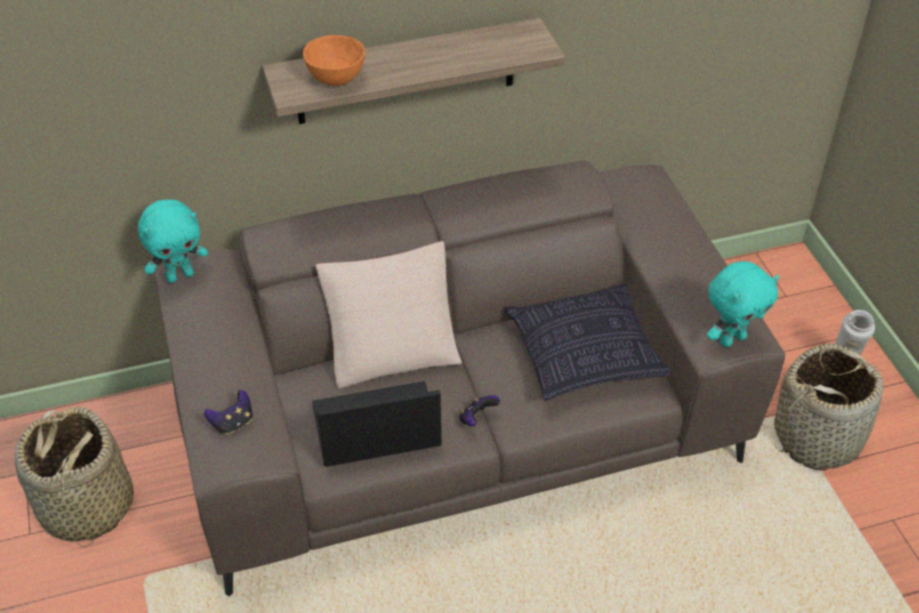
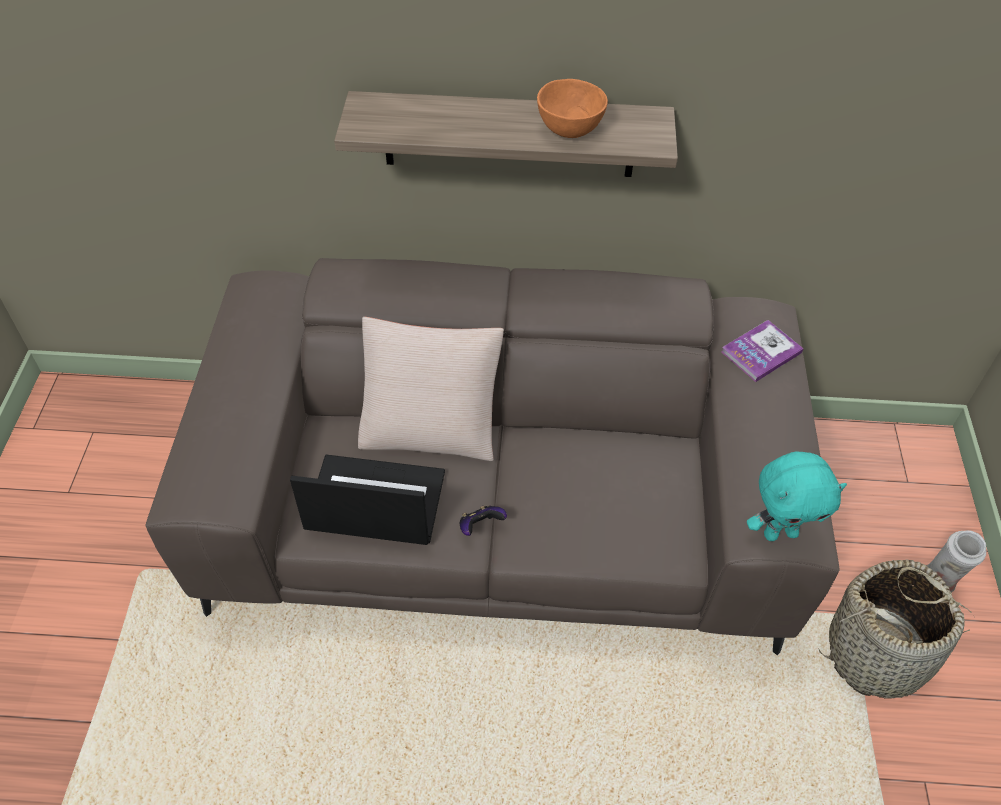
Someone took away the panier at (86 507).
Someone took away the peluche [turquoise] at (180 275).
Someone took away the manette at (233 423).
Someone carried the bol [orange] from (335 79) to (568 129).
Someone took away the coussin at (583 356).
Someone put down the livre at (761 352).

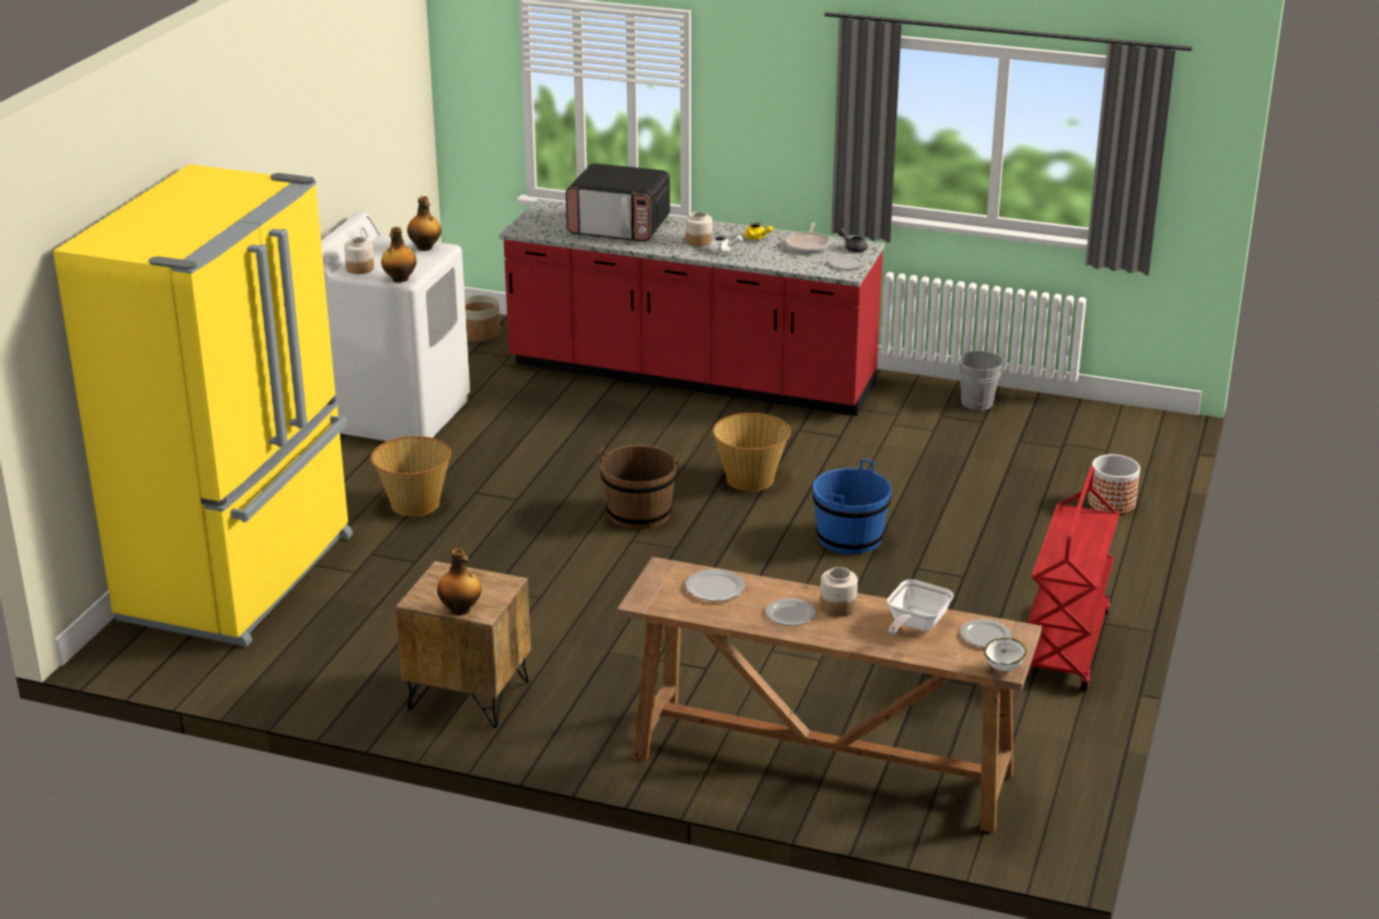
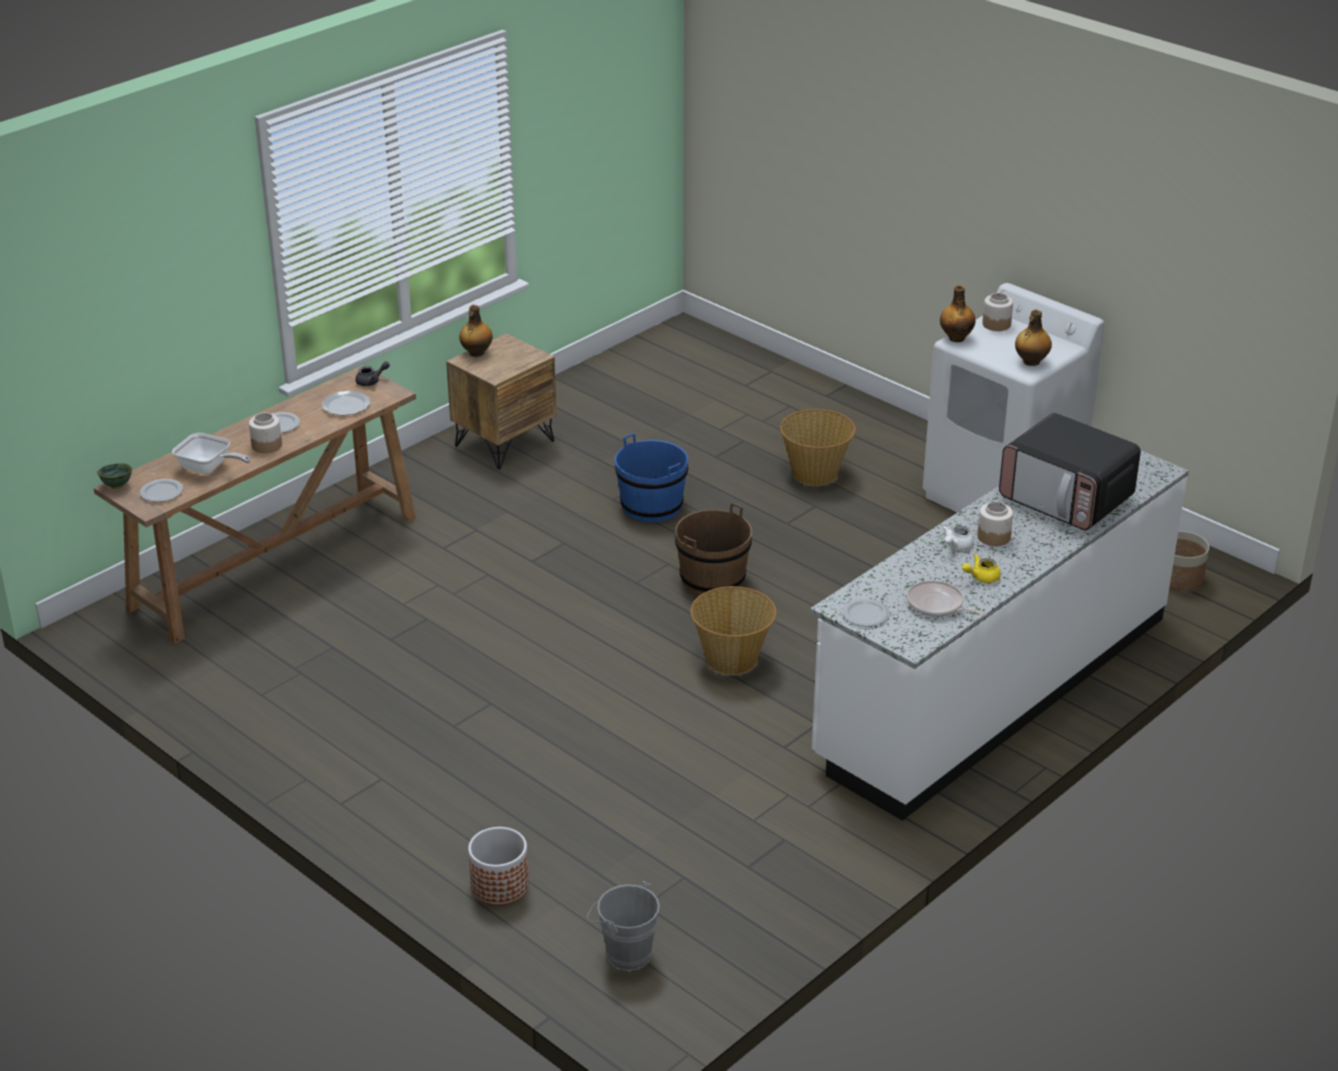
Someone took away the réfrigérateur [jaune] at (242 577).
Someone repainted the comptoir de cuisine [rouge] at (691 377), which became the comptoir de cuisine [blanc] at (992 688).
Someone rotated the micro-ondes at (619 227) by 90 degrees counterclockwise.
Someone carried the seau [bleu] from (850 538) to (651 506).
Someone carried the théière [gris] from (853 248) to (371 381).
Someone rotated the poêle at (915 625) by 150 degrees clockwise.
Someone carried the seau [gris] from (977 404) to (624 952).
Someone repainted the bol [blanc] at (1004 669), which became the bol [vert] at (116 486).
Someone took away the chariot [rouge] at (1066 647).

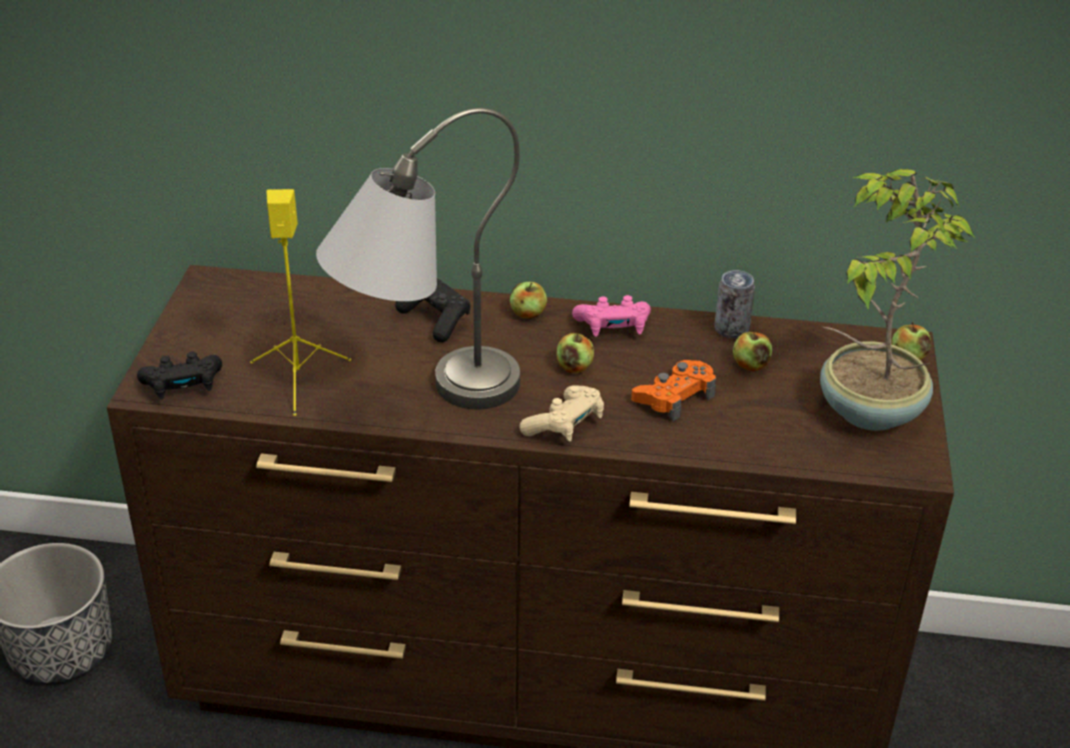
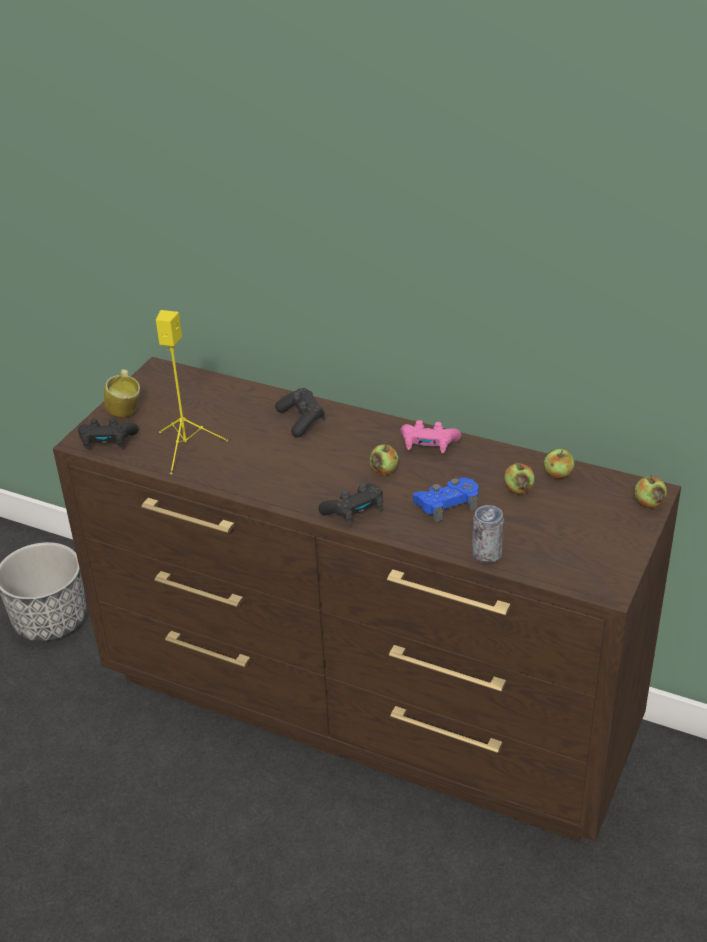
Someone took away the lampe de table [gris] at (422 396).
Someone carried the pomme from (527 314) to (558 474).
Someone repainted the manette [beige] at (565 425), which became the manette [noir] at (355 511).
Someone repainted the manette [orange] at (674 396), which became the manette [bleu] at (447 504).
Someone carried the boîte métallique from (731 329) to (487 554).
Someone took away the plante en pot at (867 410).
Someone put down the mug at (126 409).

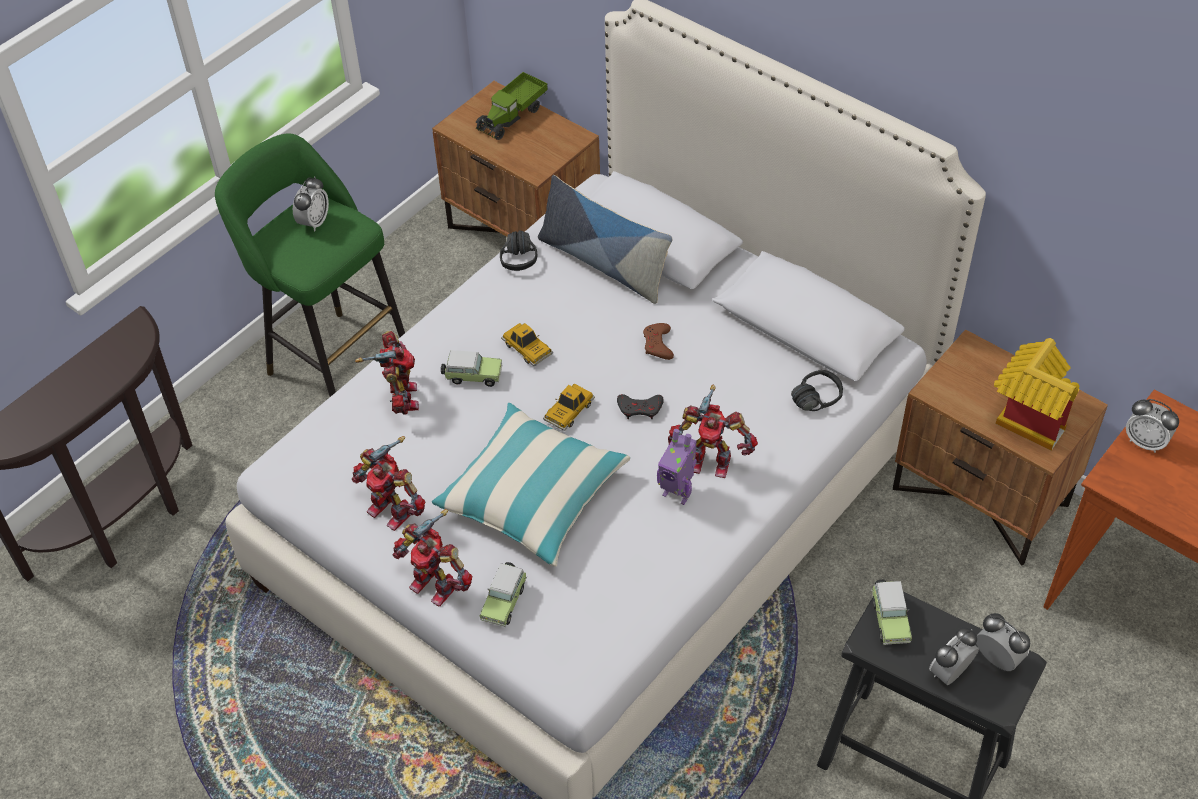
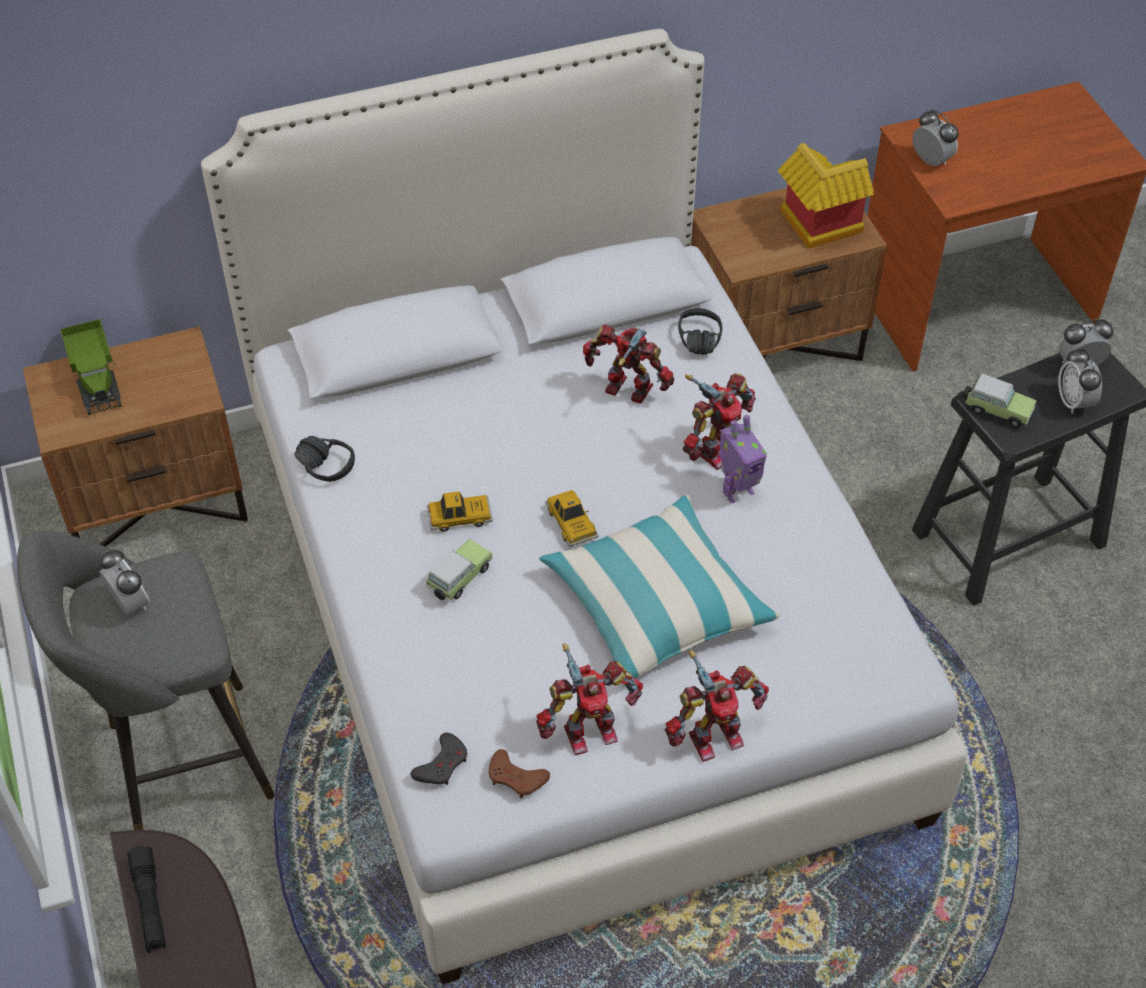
Someone repainted the tabouret [vert] at (333 361), which became the tabouret [gris] at (179 763).
Someone carried the robot jouet from (400 398) to (627 391).
Someone took away the petite voiture at (504 601).
Someone took away the coussin at (604 263).
Someone carried the manette [gris] from (640 408) to (442 764).
Someone carried the manette [marron] from (658 344) to (516 777).
Someone rotated the réveil at (1145 442) by 105 degrees counterclockwise.
Someone put down the lampe de poche [noir] at (150 904).

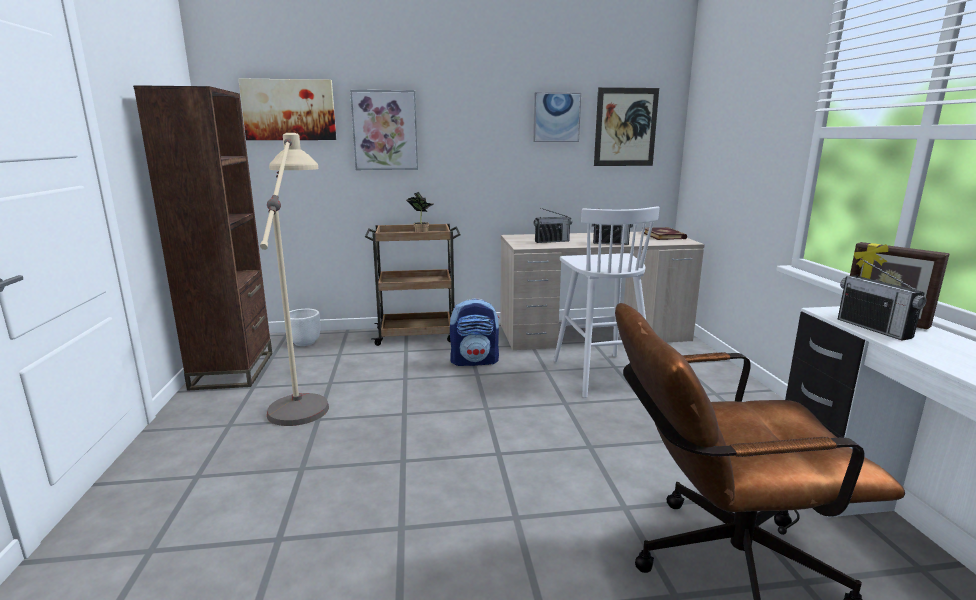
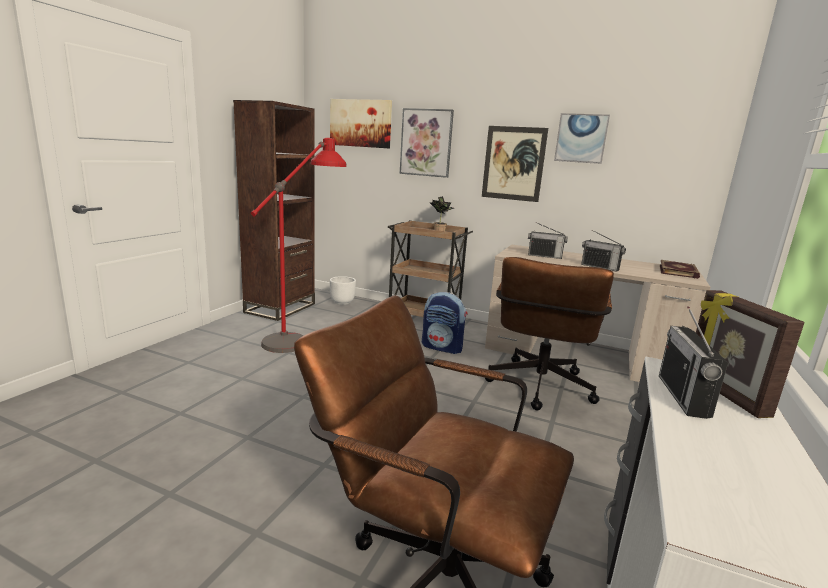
Someone repainted the lampadaire [beige] at (305 392), which became the lampadaire [rouge] at (303 333).
Someone swapped the tabouret [blanc] at (600 374) for the chaise de bureau [marron] at (538 389).
Someone carried the tableau from (625 127) to (513 163).

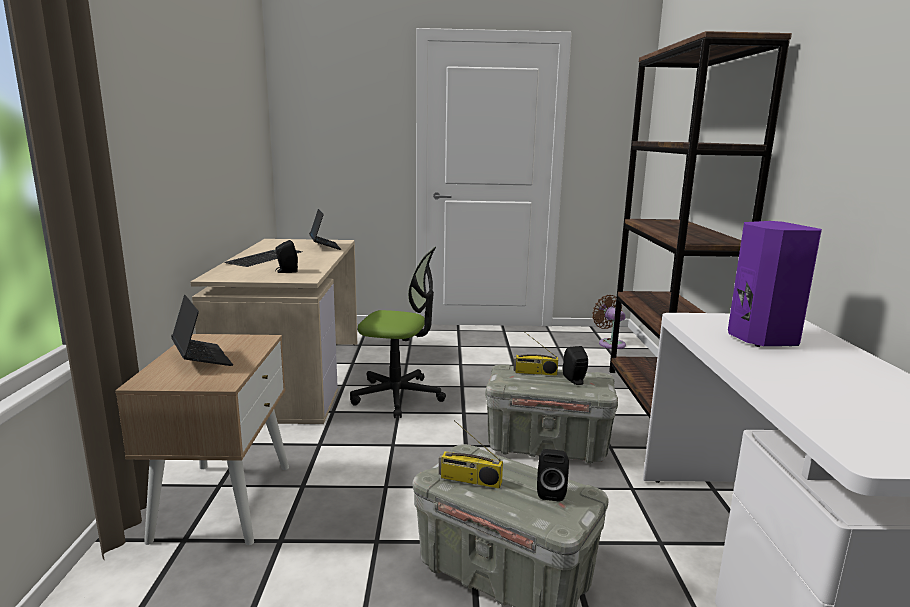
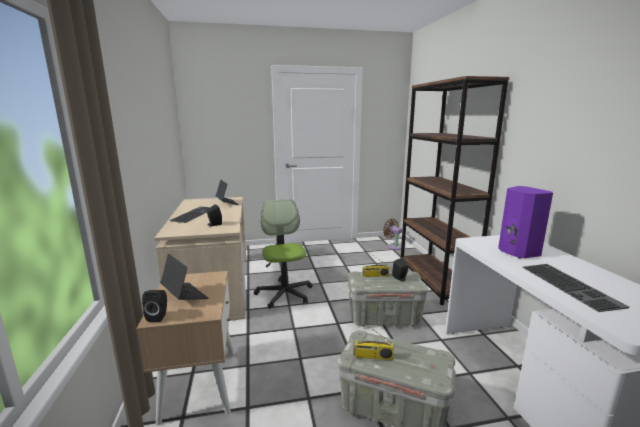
Someone rotated the chaise de bureau at (398 396) by 105 degrees counterclockwise.
Someone carried the enceinte [noir] from (551 492) to (158 316).
Someone put down the clavier at (571 286).

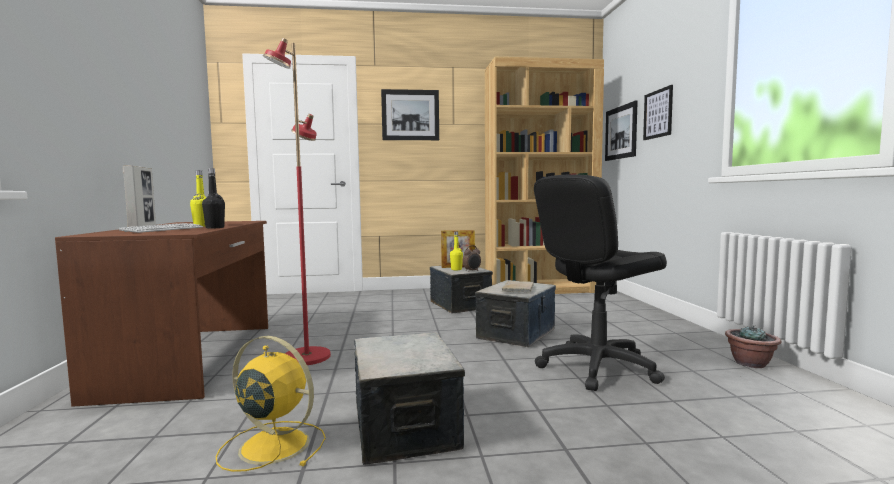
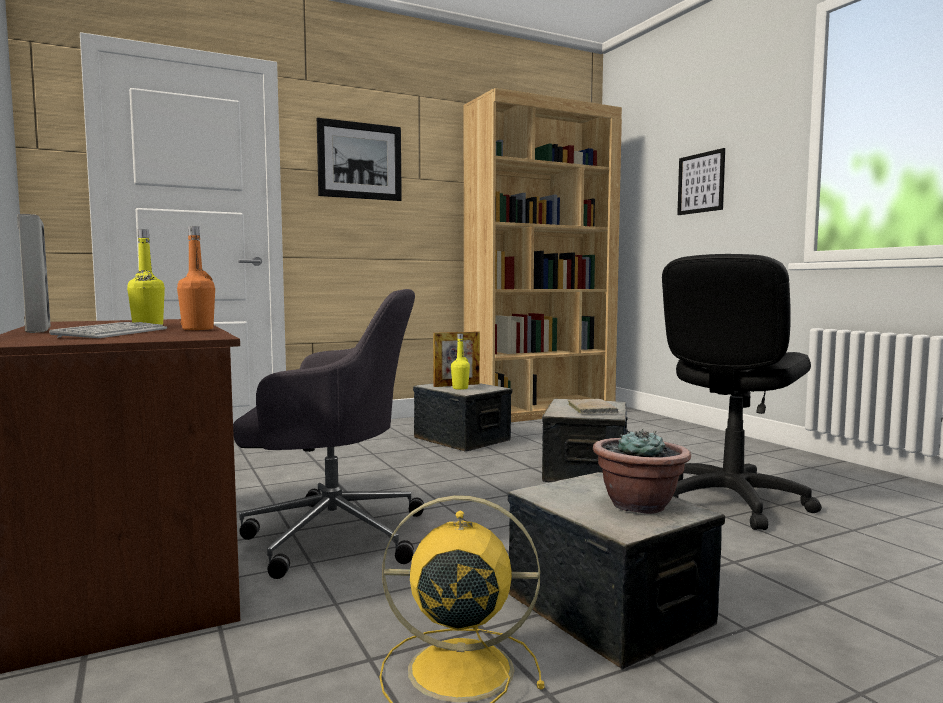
Someone repainted the bouteille [noir] at (215 228), which became the bouteille [orange] at (198 329).
Someone swapped the lampadaire [rouge] at (305 357) for the chaise de bureau [gris] at (330 535).
Someone took away the réveil at (472 271).
Someone took away the tableau at (621 132).
Someone carried the plante en pot from (750 363) to (639 505).

